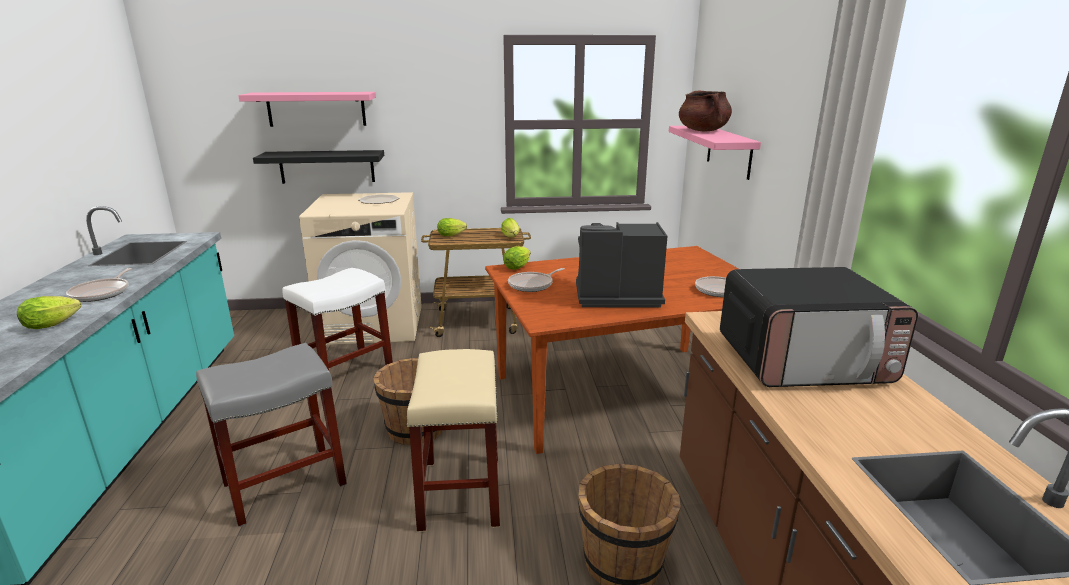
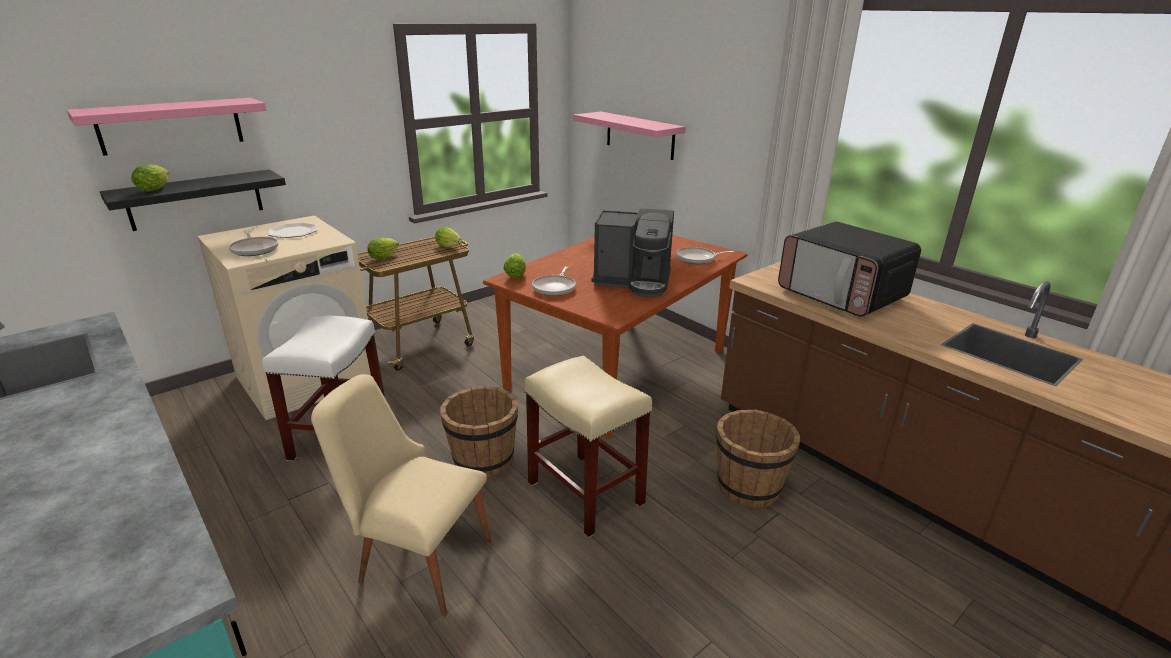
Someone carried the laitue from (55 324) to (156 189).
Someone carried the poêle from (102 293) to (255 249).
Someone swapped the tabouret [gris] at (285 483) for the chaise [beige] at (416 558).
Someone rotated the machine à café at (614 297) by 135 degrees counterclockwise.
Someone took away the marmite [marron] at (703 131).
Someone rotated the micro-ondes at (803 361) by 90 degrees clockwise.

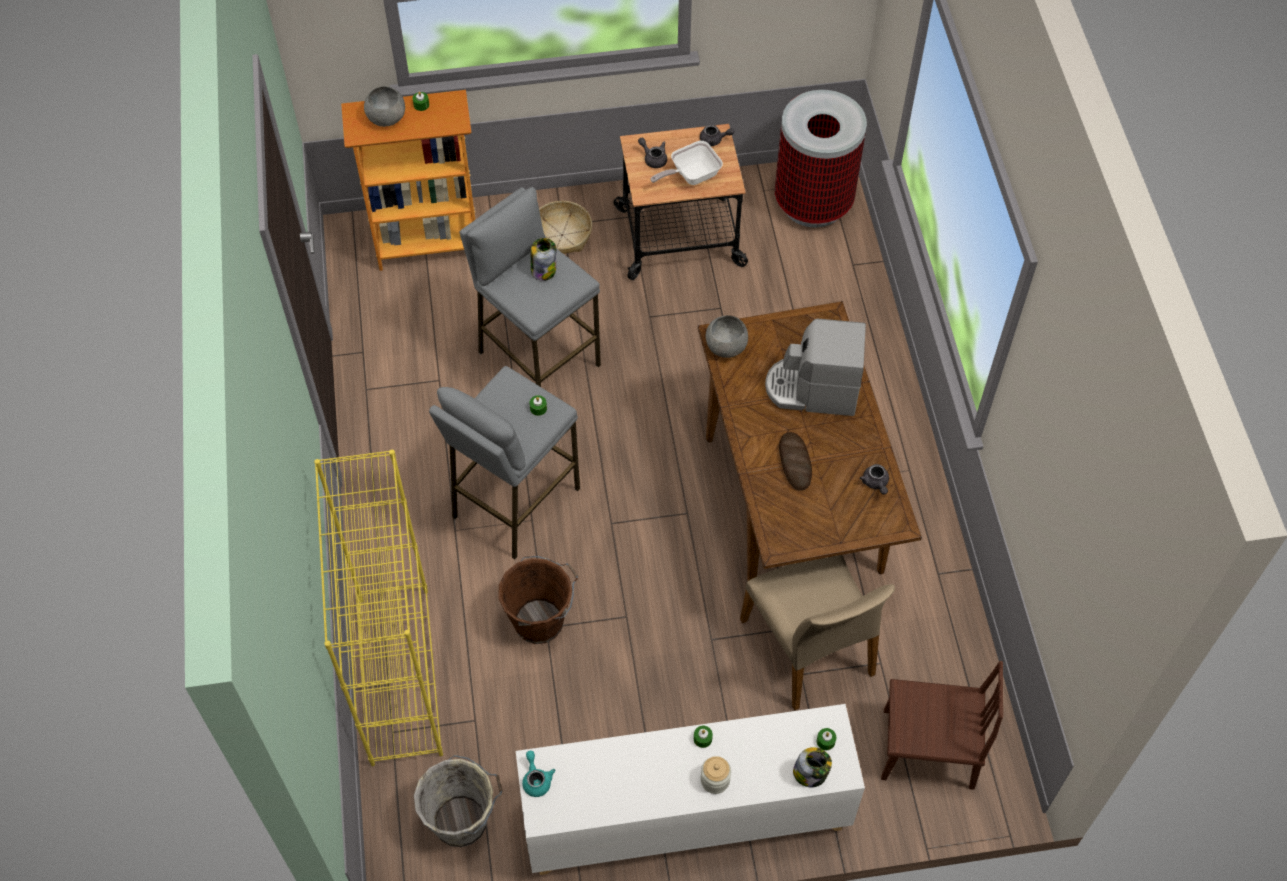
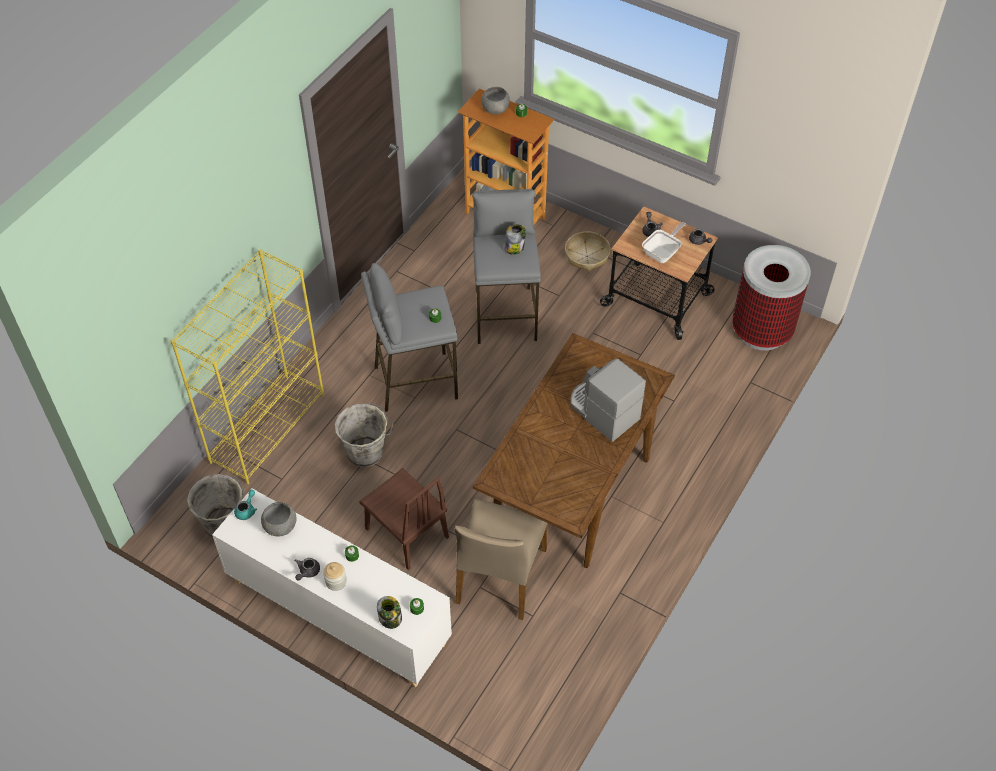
Someone repainted the seau [marron] at (541 620), which became the seau [gris] at (366 453).
Someone rotated the poêle at (691 176) by 120 degrees clockwise.
Someone carried the bol [gris] from (726 346) to (281 526).
Someone took away the pain at (795 463).
Someone carried the théière [gris] from (875 483) to (307 572).
Someone carried the chaise [marron] from (928 749) to (406 533).

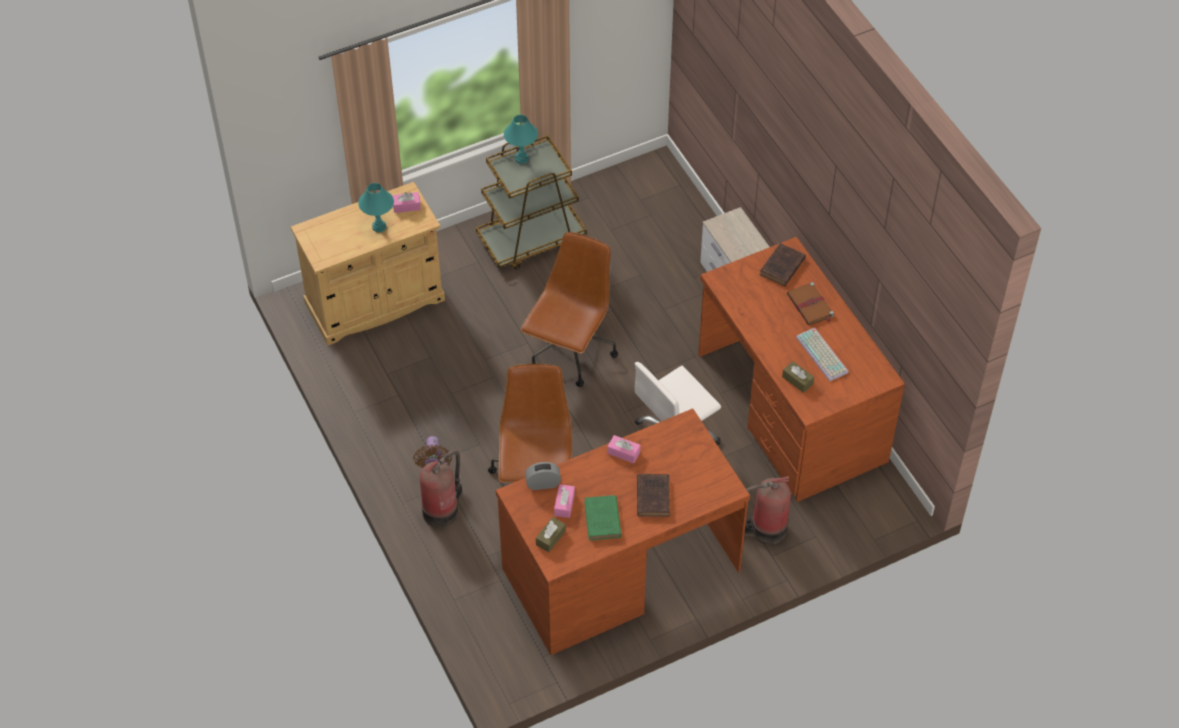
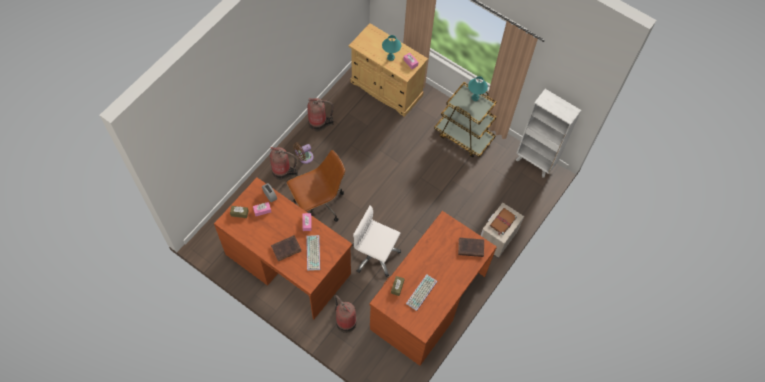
Someone took away the chaise de bureau [marron] at (570 352).
Someone took away the livre [vert] at (602 521).
Someone carried the livre [marron] from (810 306) to (502 222).
Someone put down the clavier at (314 253).
Someone put down the extincteur at (319 123).
Someone put down the bibliothèque [blanc] at (535 162).

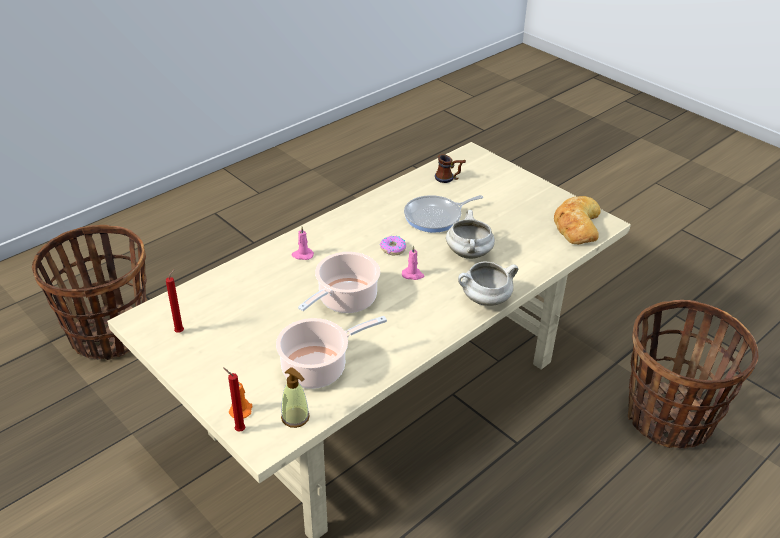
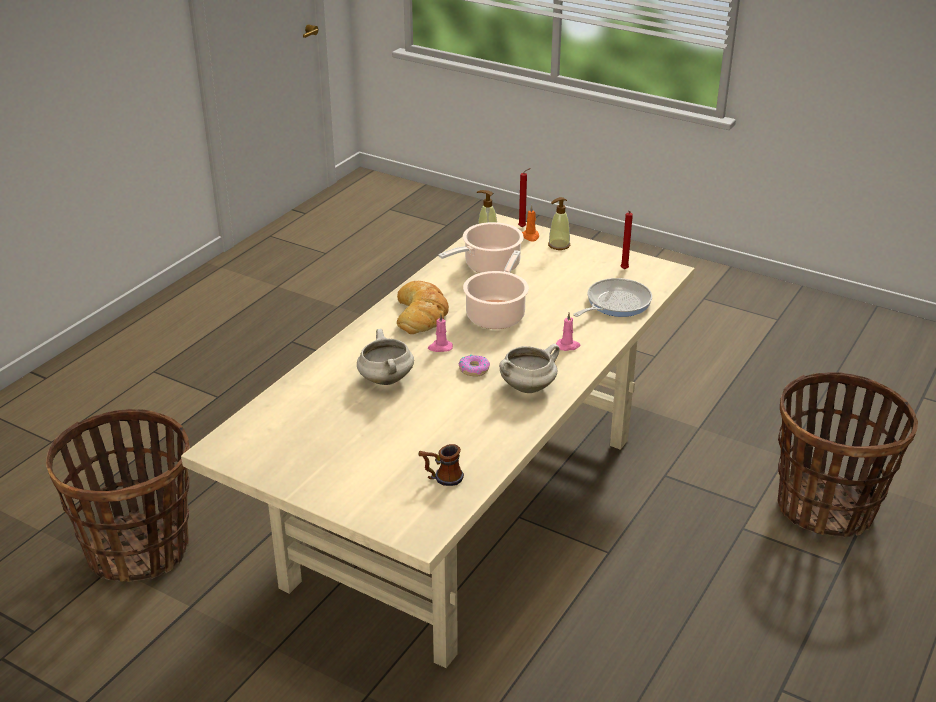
Someone carried the poêle from (436 217) to (615 303).
Someone carried the marmite [blanc] from (485 300) to (528 387).
Someone carried the pain from (576 225) to (422 313).
Someone put down the distributeur de savon at (558 245).

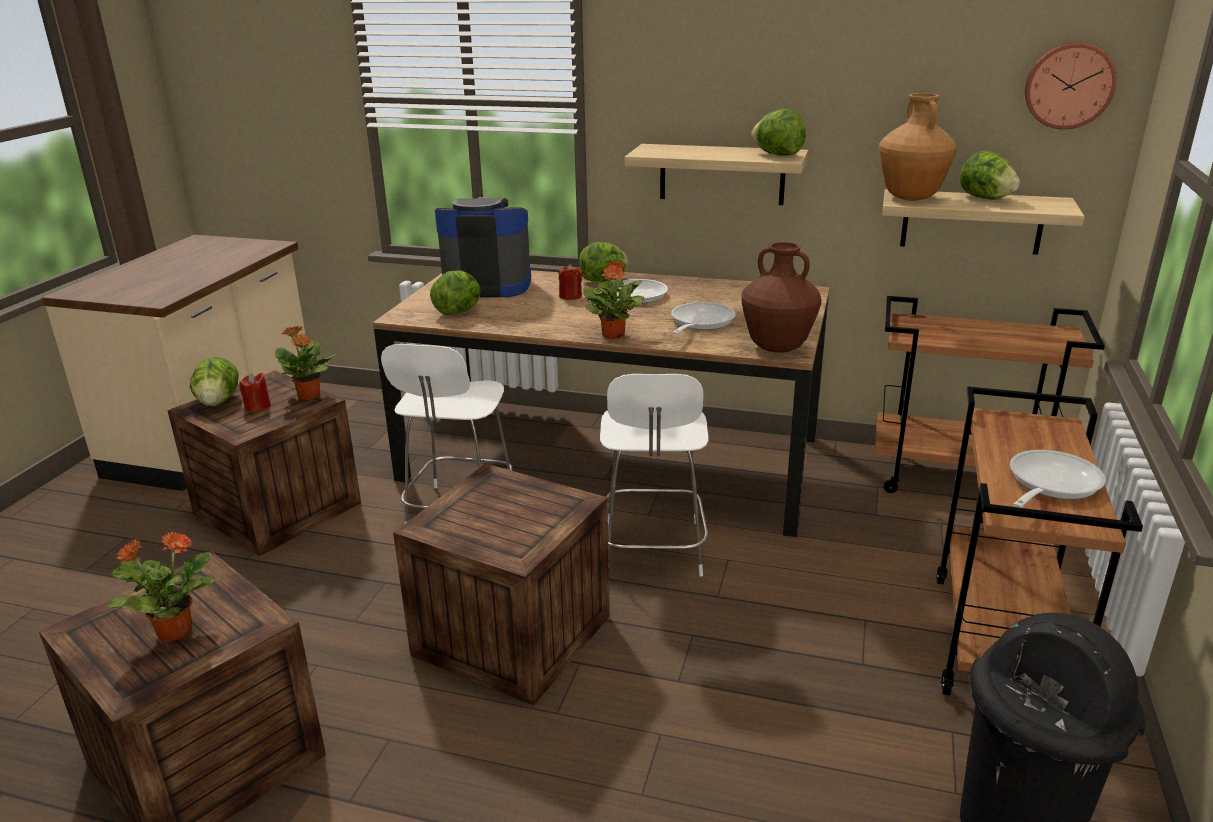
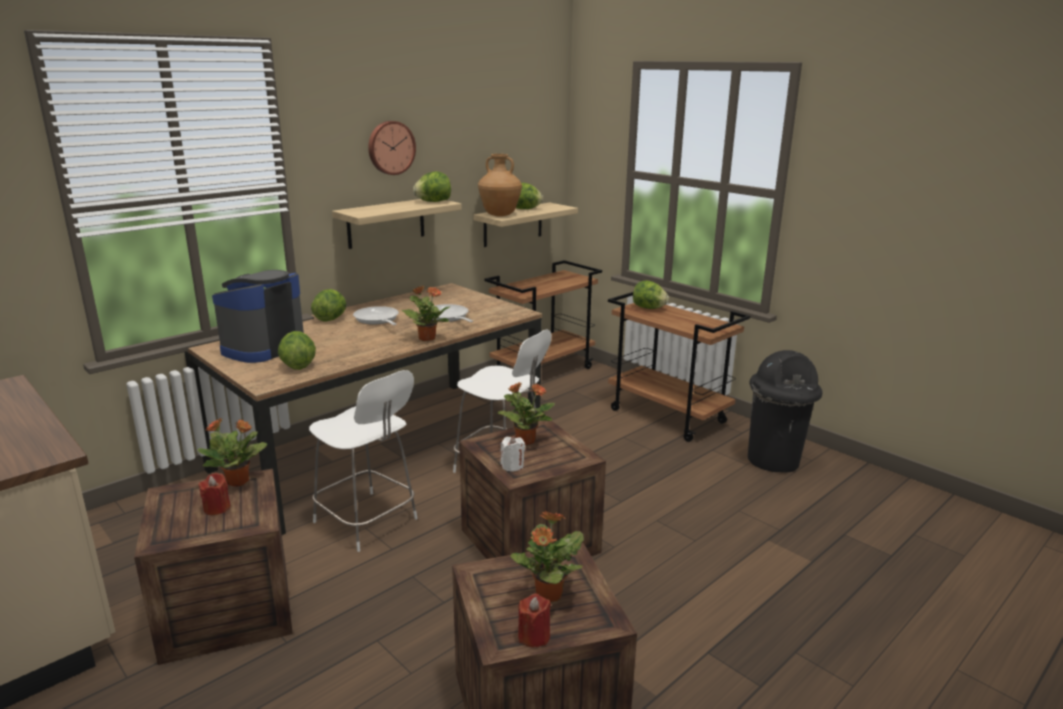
Someone carried the laitue from (218 402) to (648 308).
Someone carried the bougie [rouge] from (570 296) to (534 636).
Someone took away the vase [marron] at (778 348).
Someone took away the poêle at (1050 484).
Someone carried the horloge murale from (1069 85) to (390 147).
Someone put down the plante en pot at (525 441).
Someone put down the bougie [blanc] at (512 466).

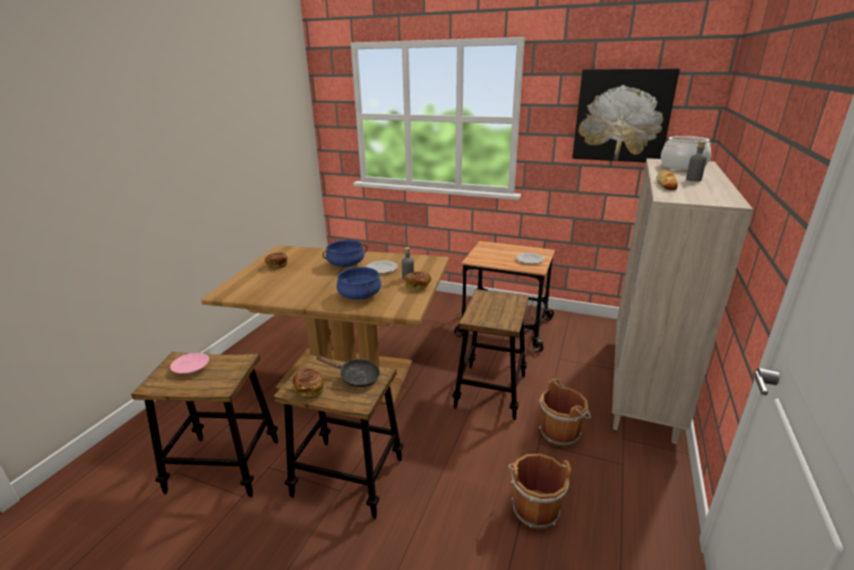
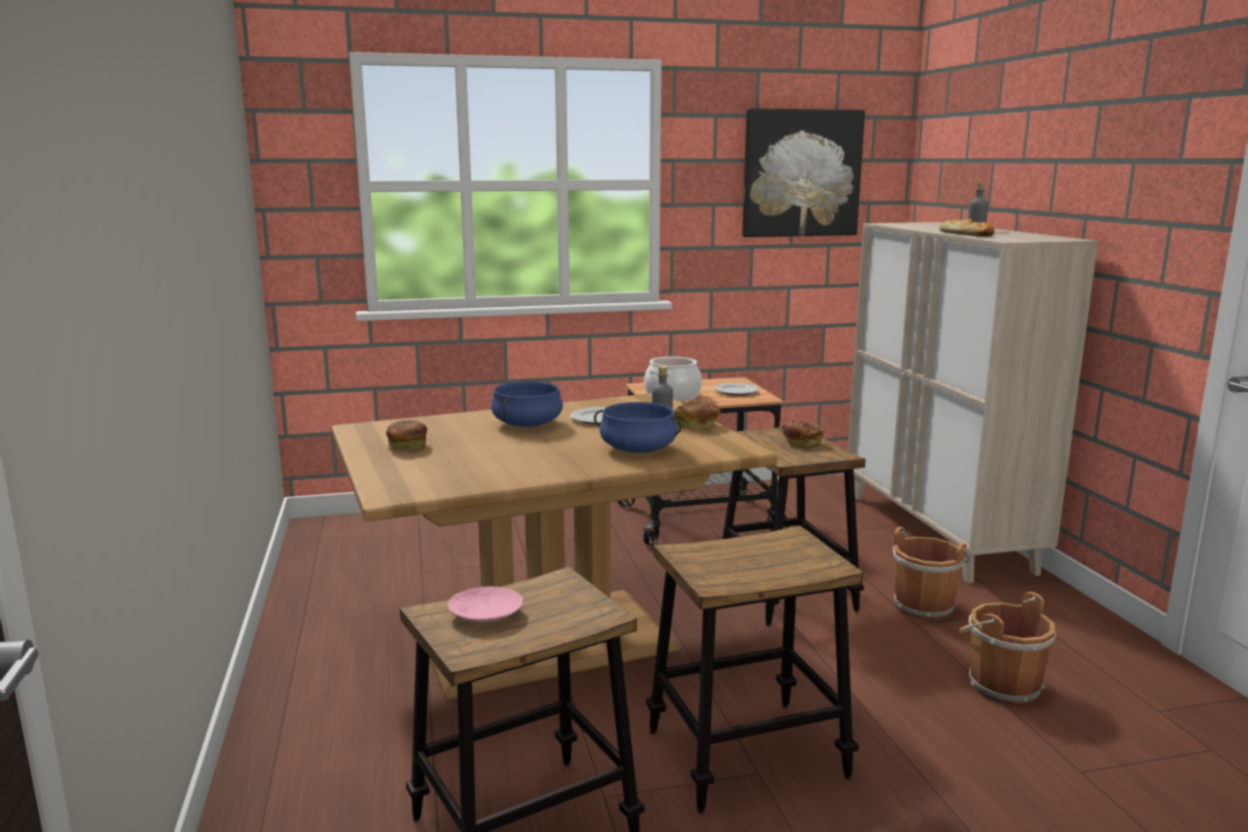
Someone carried the pain from (309 389) to (801 443).
Someone took away the poêle [noir] at (355 377).
Someone carried the marmite from (682 166) to (672 396).

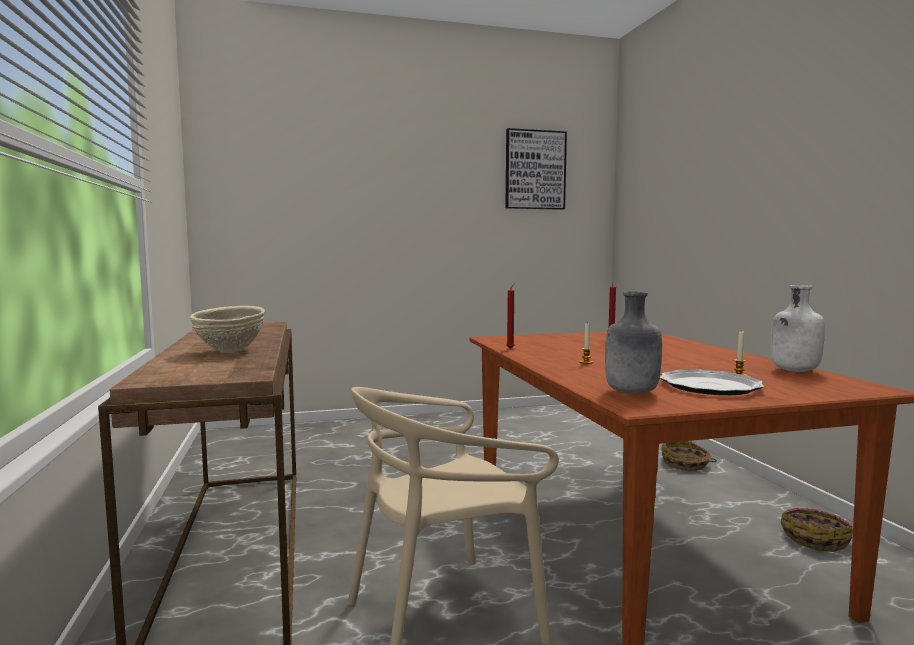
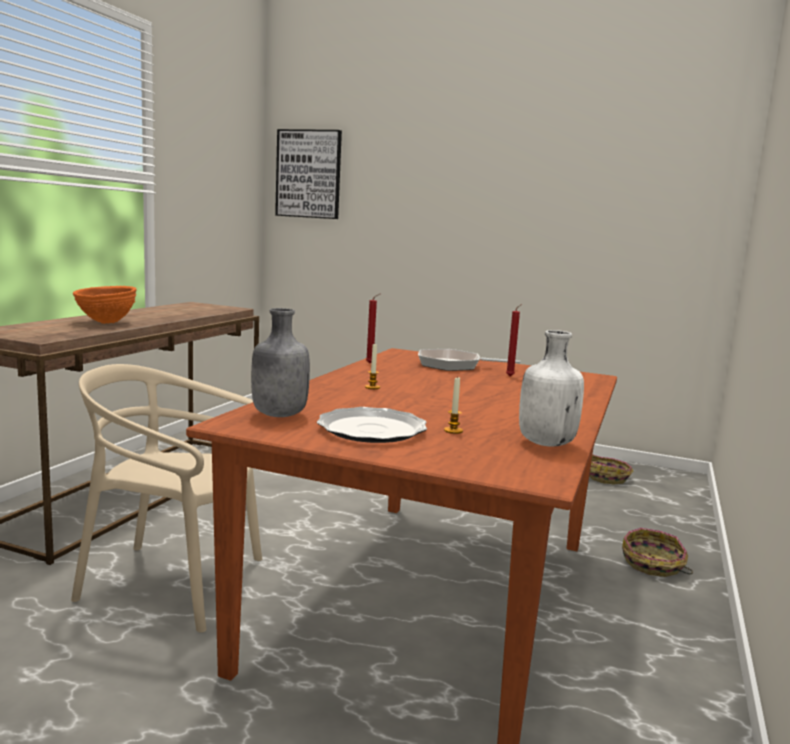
Someone repainted the bol [beige] at (230 352), which became the bol [orange] at (106 323).
Someone carried the tableau from (535 170) to (309 174).
Someone carried the panier from (815 538) to (607 477).
Someone put down the poêle at (454 365).

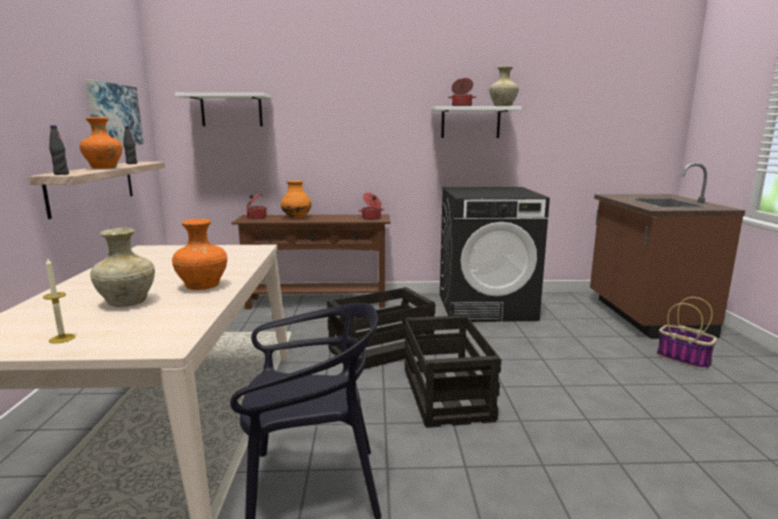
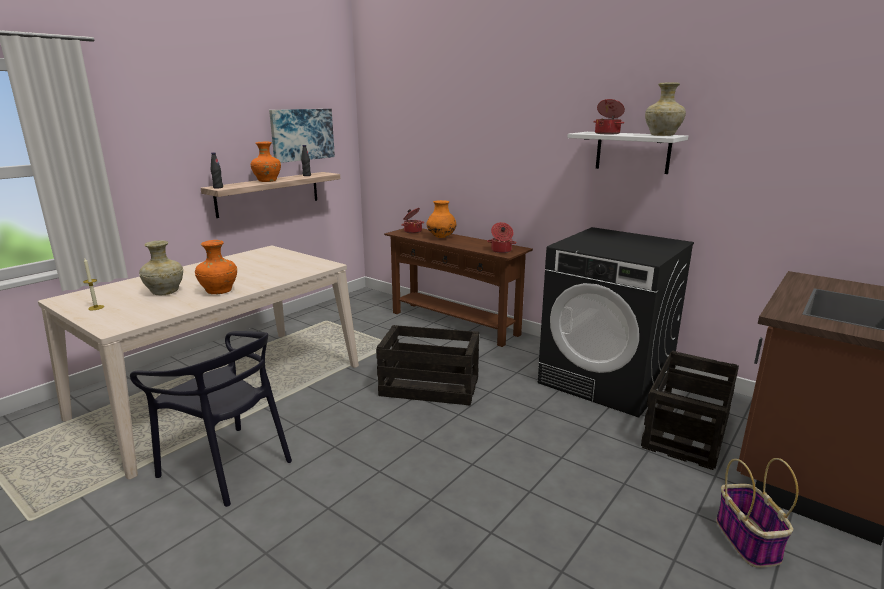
Someone took away the étagère [blanc] at (231 110).
Someone carried the caisse from (447 394) to (686 432).

